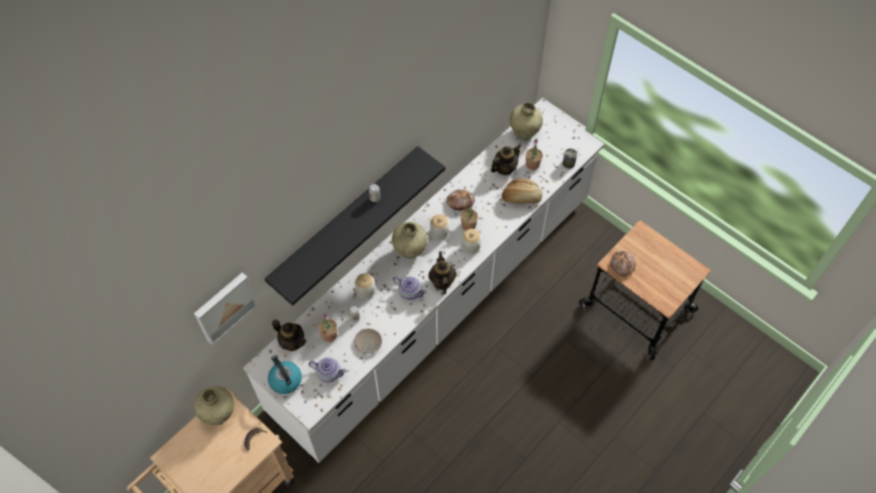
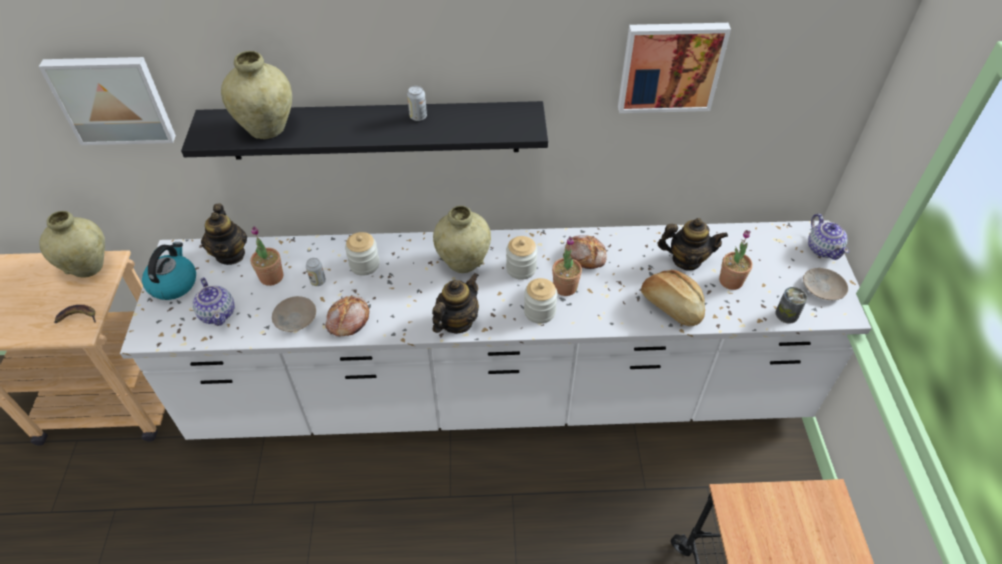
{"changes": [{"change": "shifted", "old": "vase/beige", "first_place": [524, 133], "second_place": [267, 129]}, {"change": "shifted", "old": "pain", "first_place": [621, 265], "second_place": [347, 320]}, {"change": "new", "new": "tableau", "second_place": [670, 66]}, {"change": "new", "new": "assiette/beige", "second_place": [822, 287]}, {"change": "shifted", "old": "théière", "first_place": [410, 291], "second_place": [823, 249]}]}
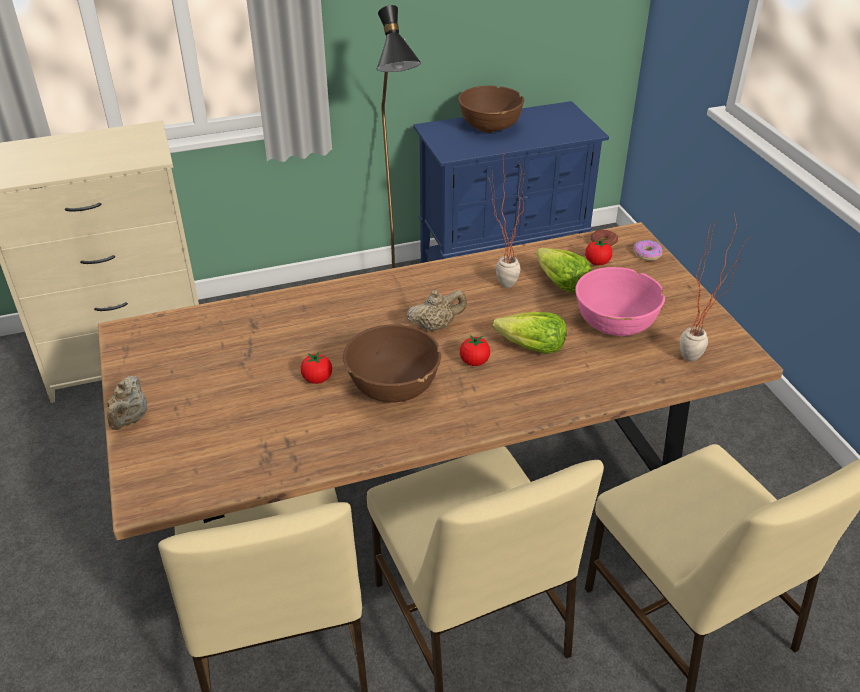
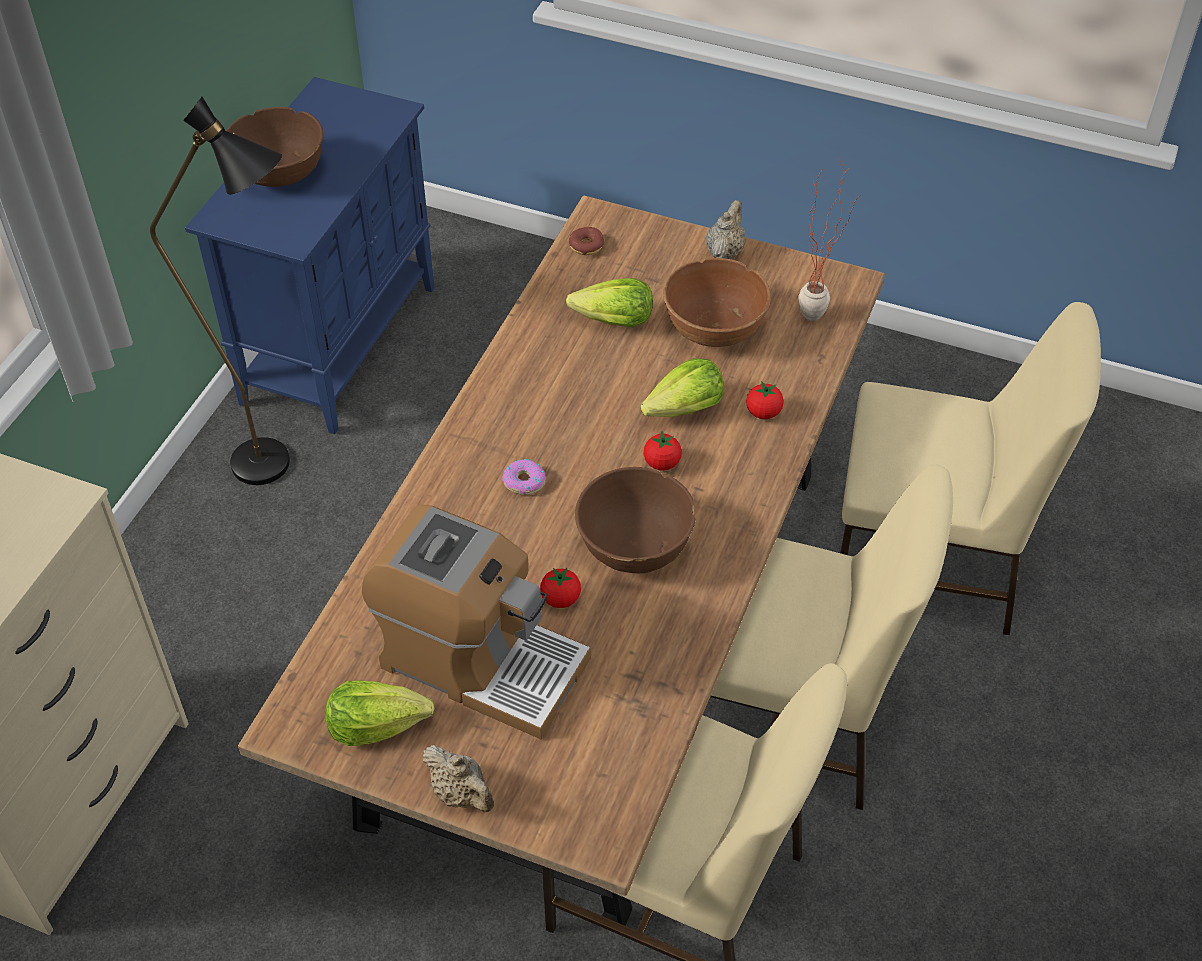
{"changes": [{"change": "new", "new": "laitue", "second_place": [377, 725]}, {"change": "new", "new": "machine à café", "second_place": [481, 661]}, {"change": "shifted", "old": "beignet", "first_place": [647, 254], "second_place": [524, 482]}, {"change": "repainted", "old": "bol/rose", "new": "bol/marron", "first_place": [614, 323], "second_place": [714, 328]}, {"change": "shifted", "old": "théière/beige", "first_place": [436, 326], "second_place": [725, 252]}, {"change": "shifted", "old": "tomate", "first_place": [597, 262], "second_place": [763, 412]}, {"change": "gone", "old": "plante en pot", "first_place": [499, 284]}]}
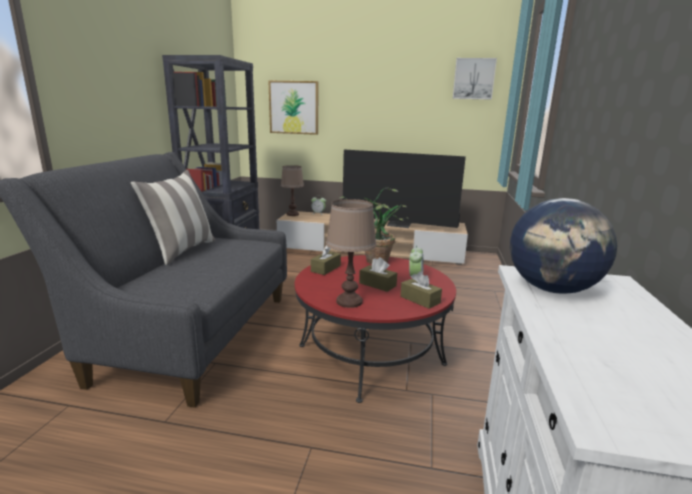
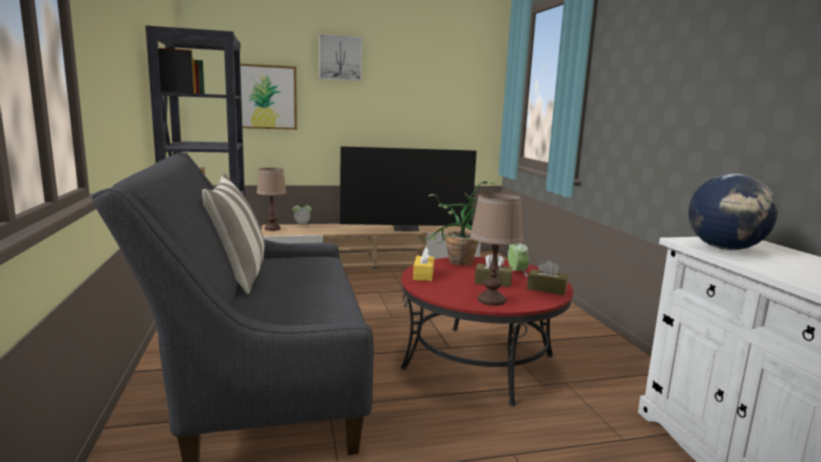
{"changes": [{"change": "shifted", "old": "tableau", "first_place": [473, 79], "second_place": [340, 58]}, {"change": "repainted", "old": "boîte à mouchoirs/marron", "new": "boîte à mouchoirs/jaune", "first_place": [325, 268], "second_place": [423, 275]}]}
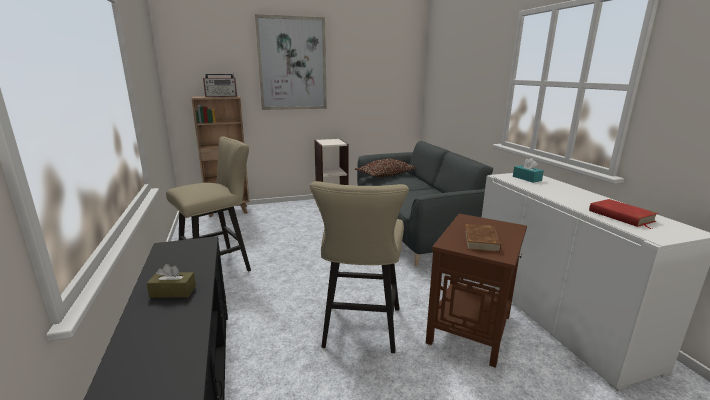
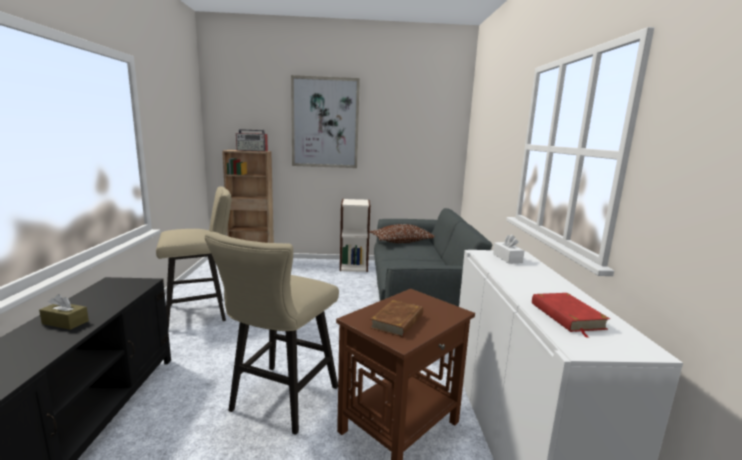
{"changes": [{"change": "repainted", "old": "boîte à mouchoirs/turquoise", "new": "boîte à mouchoirs/blanc", "first_place": [527, 178], "second_place": [507, 258]}]}
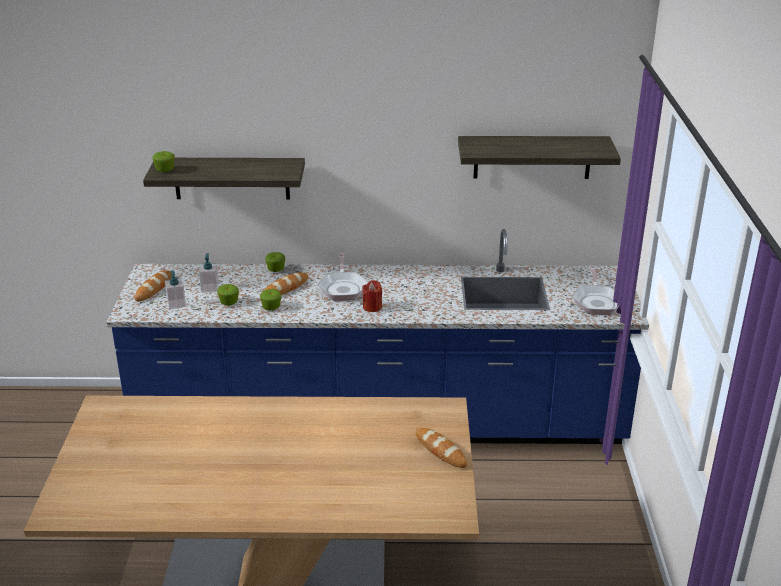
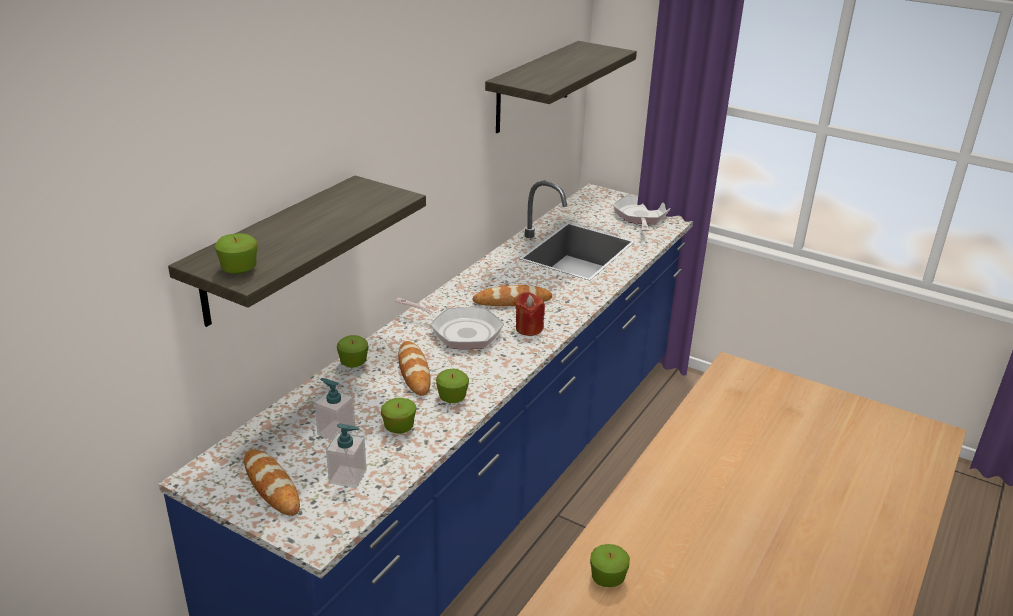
{"changes": [{"change": "shifted", "old": "pain", "first_place": [440, 450], "second_place": [512, 301]}, {"change": "new", "new": "pomme", "second_place": [607, 578]}, {"change": "rotated", "old": "poêle", "first_place": [596, 301], "second_place": [640, 217], "degrees": -120}]}
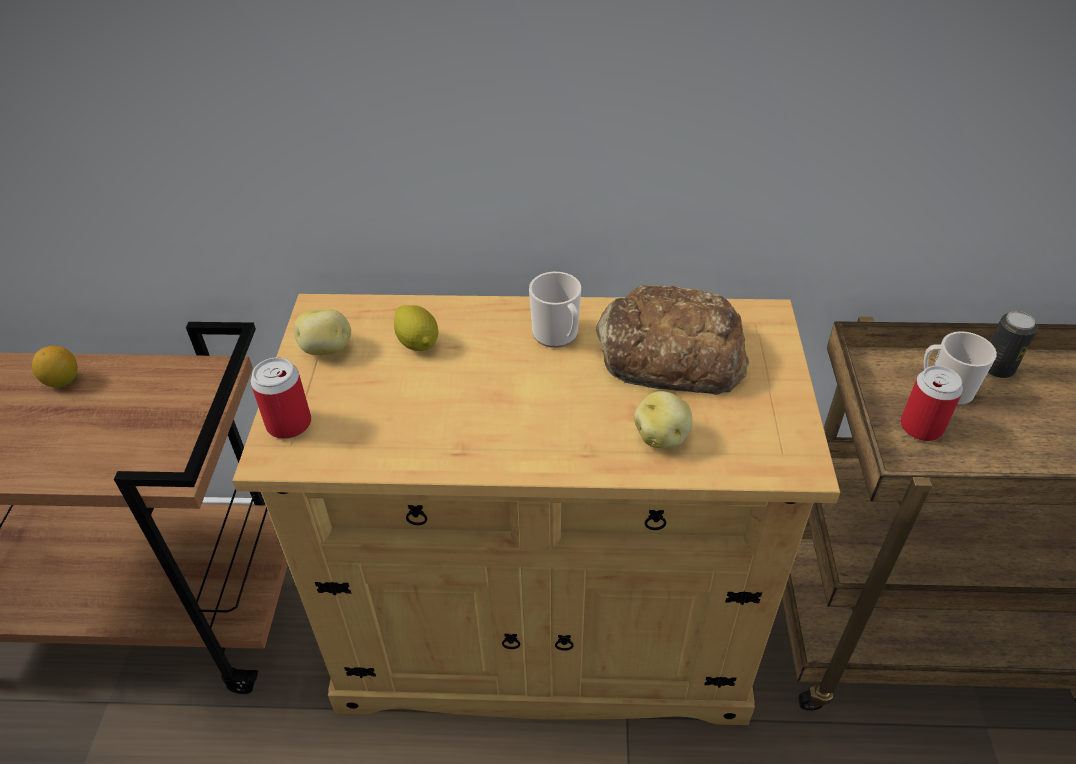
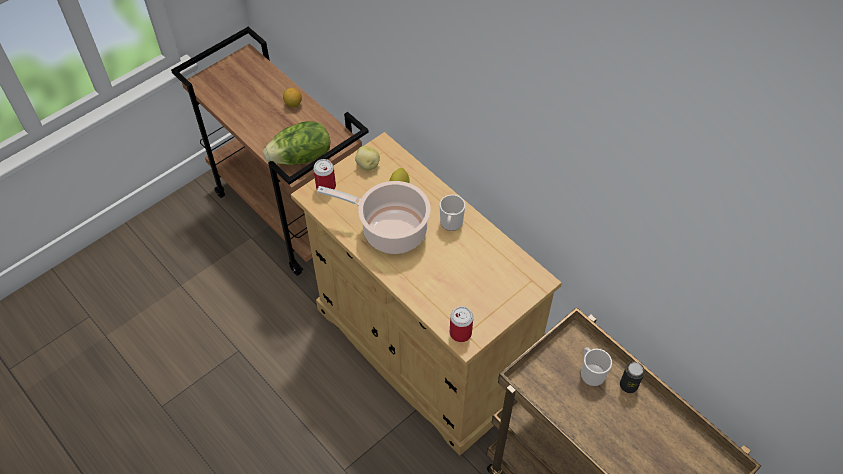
{"changes": [{"change": "new", "new": "laitue", "second_place": [301, 157]}, {"change": "new", "new": "marmite", "second_place": [390, 230]}, {"change": "shifted", "old": "boîte métallique", "first_place": [921, 427], "second_place": [460, 333]}, {"change": "gone", "old": "pain", "first_place": [669, 352]}, {"change": "gone", "old": "pomme de terre", "first_place": [662, 436]}]}
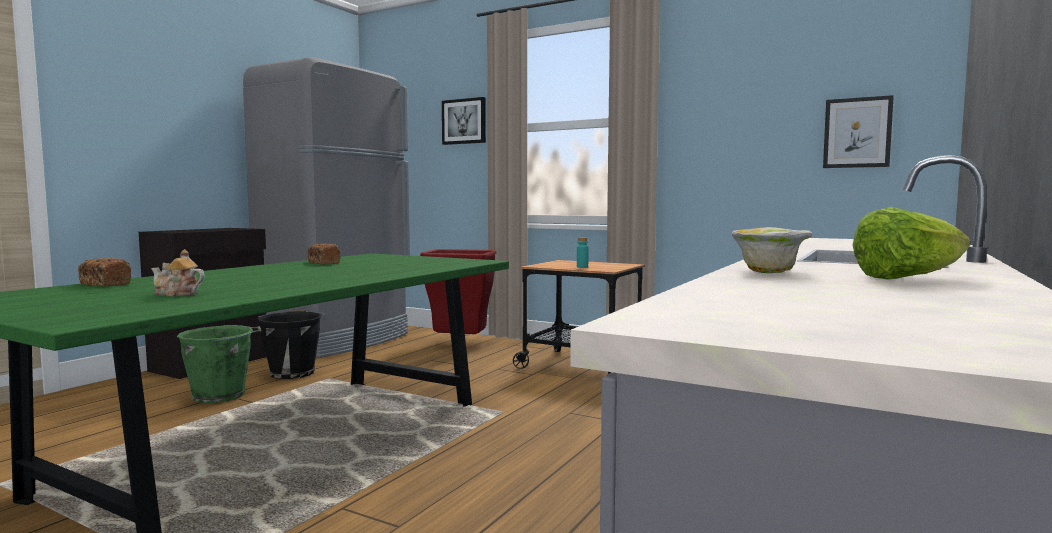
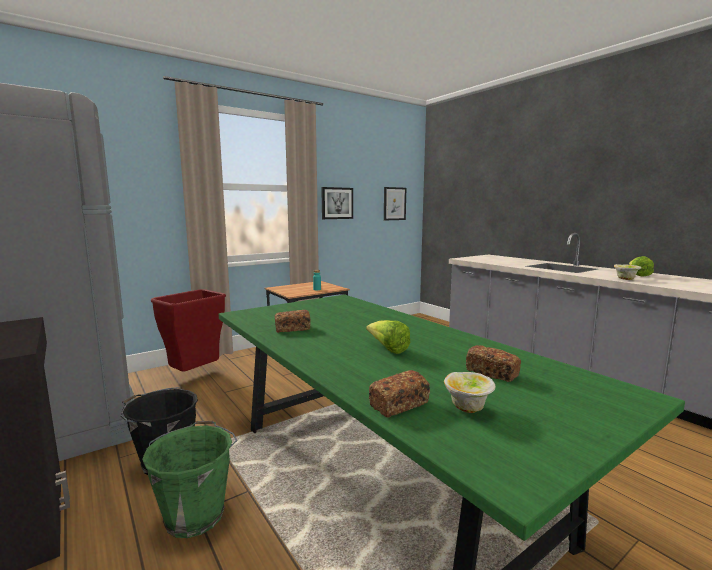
{"changes": [{"change": "shifted", "old": "tableau", "first_place": [464, 121], "second_place": [337, 203]}, {"change": "new", "new": "laitue", "second_place": [388, 349]}, {"change": "new", "new": "bol", "second_place": [469, 408]}, {"change": "swapped", "old": "théière", "new": "pain", "first_place": [177, 294], "second_place": [492, 373]}]}
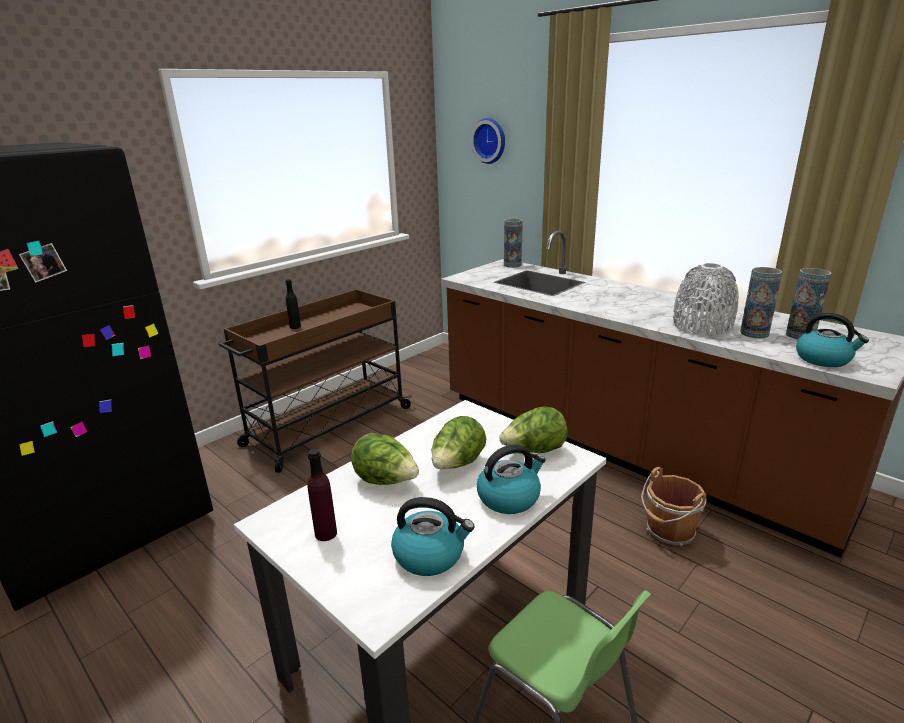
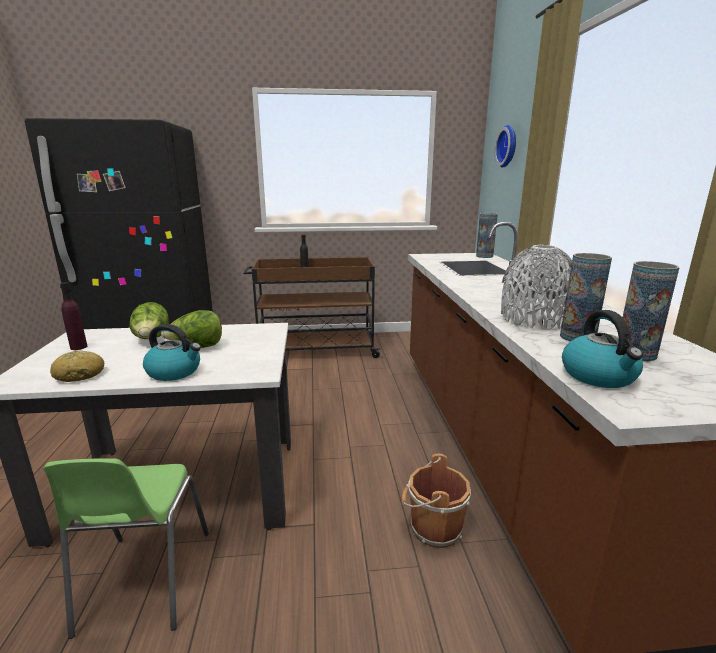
{"changes": [{"change": "swapped", "old": "bouilloire", "new": "pain", "first_place": [430, 555], "second_place": [80, 375]}, {"change": "gone", "old": "laitue", "first_place": [534, 451]}]}
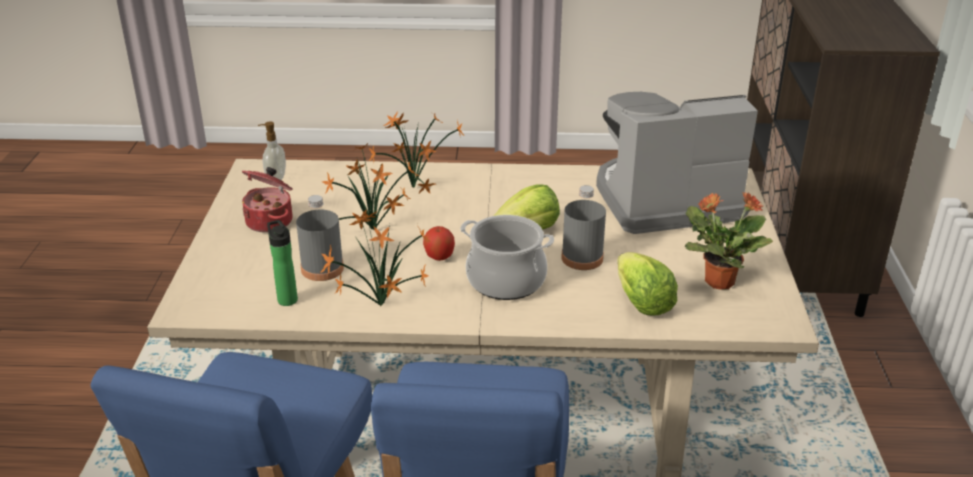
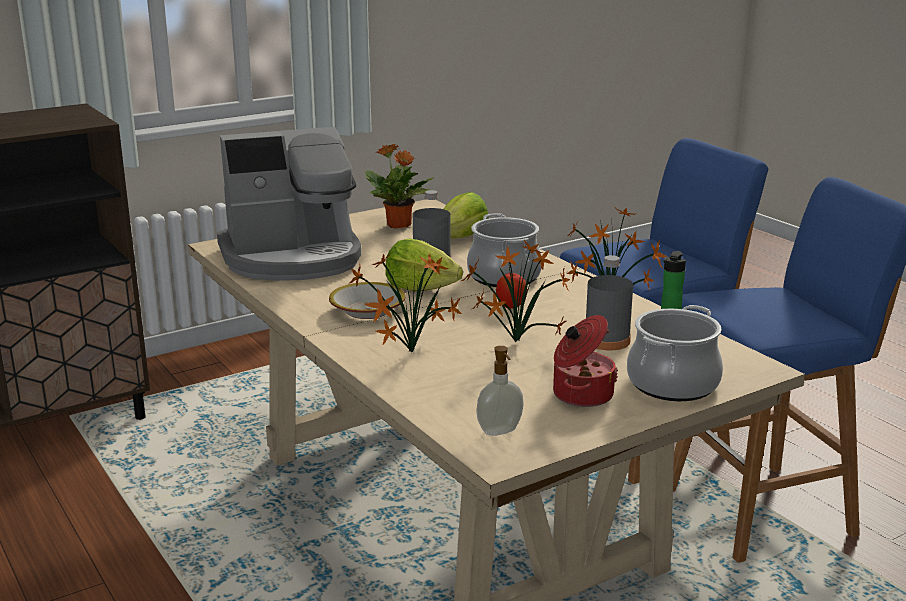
{"changes": [{"change": "rotated", "old": "machine à café", "first_place": [665, 200], "second_place": [293, 258], "degrees": -60}, {"change": "new", "new": "bol", "second_place": [368, 311]}, {"change": "new", "new": "marmite", "second_place": [673, 384]}]}
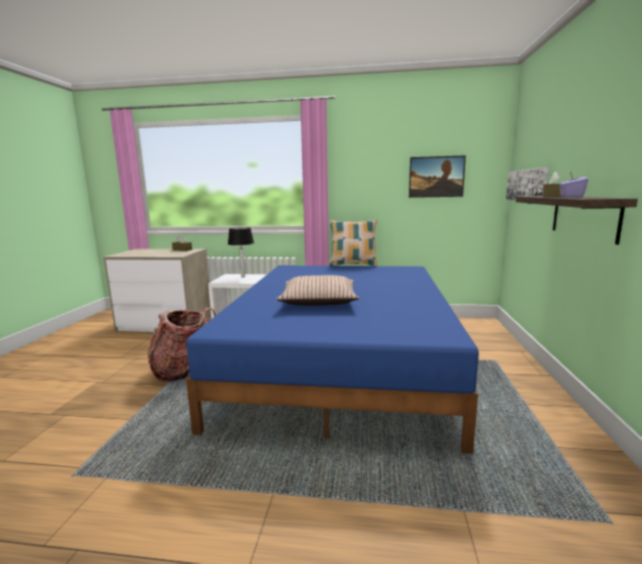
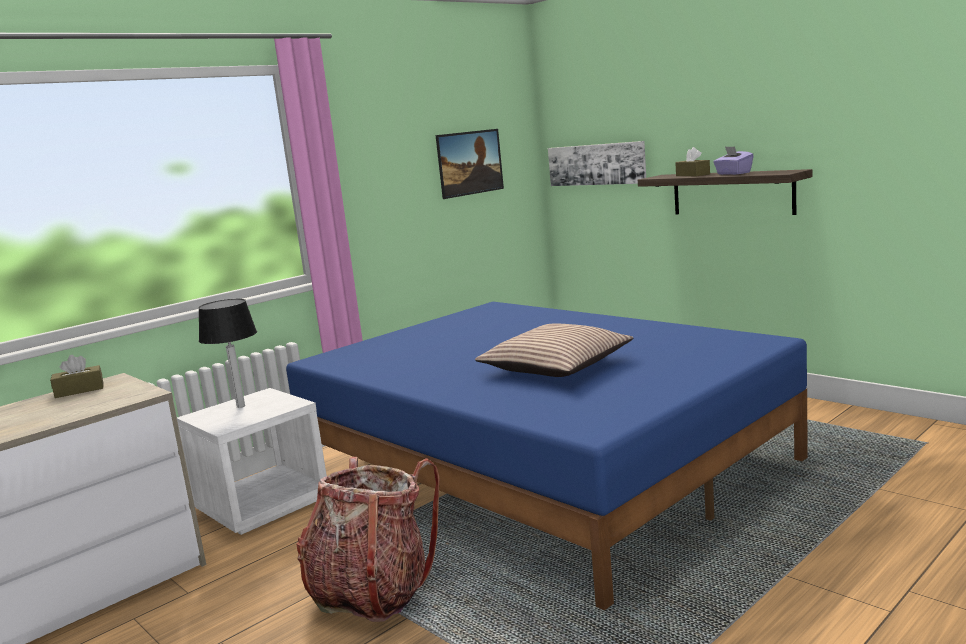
{"changes": [{"change": "gone", "old": "coussin", "first_place": [353, 265]}]}
